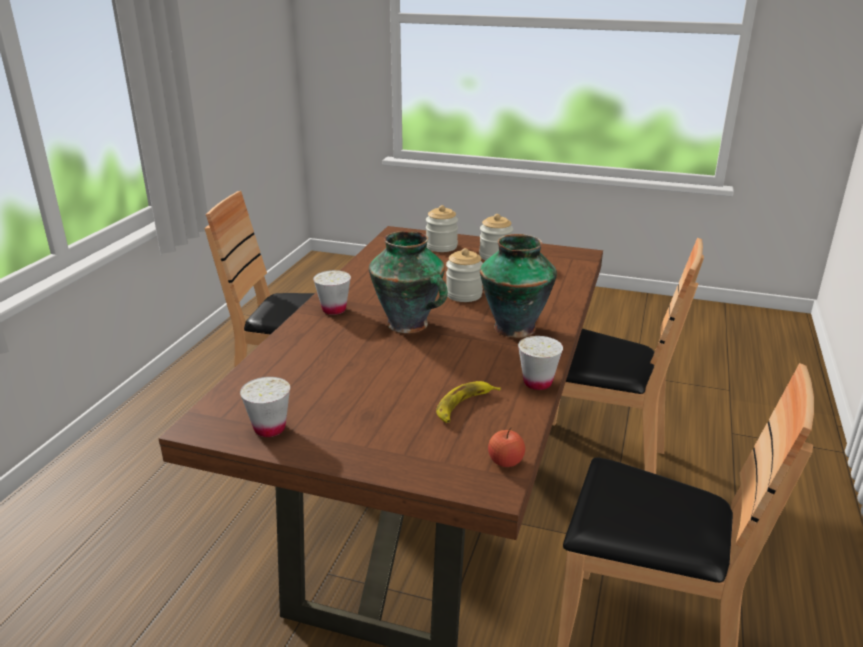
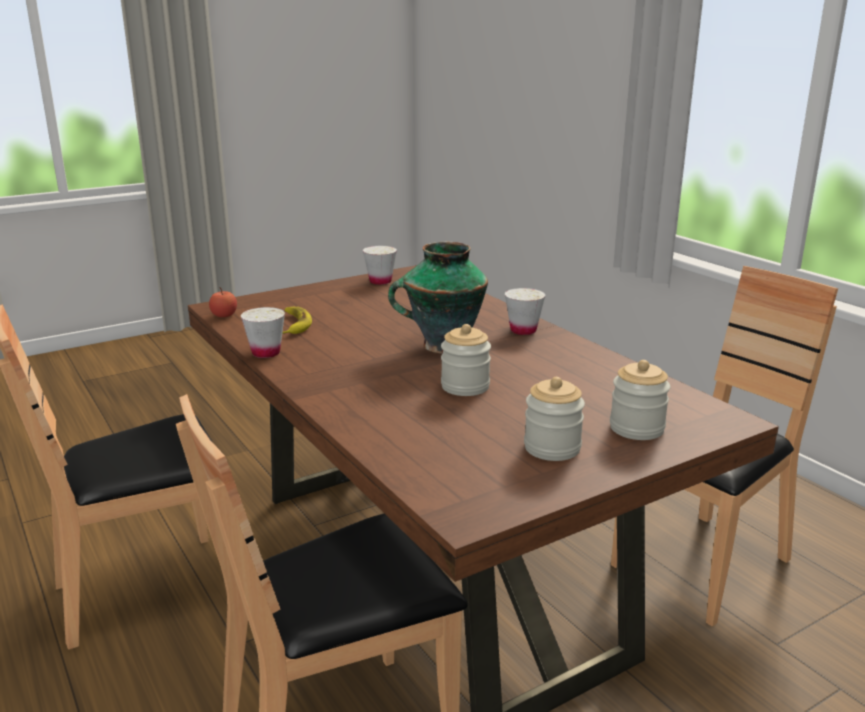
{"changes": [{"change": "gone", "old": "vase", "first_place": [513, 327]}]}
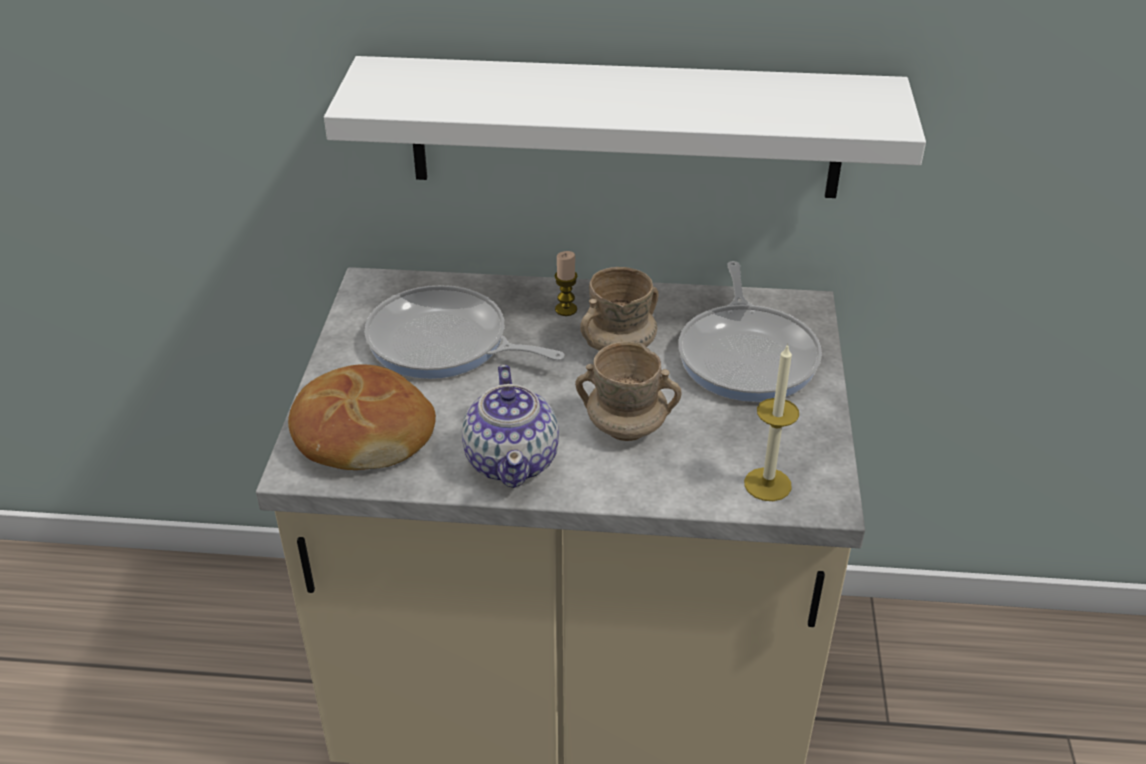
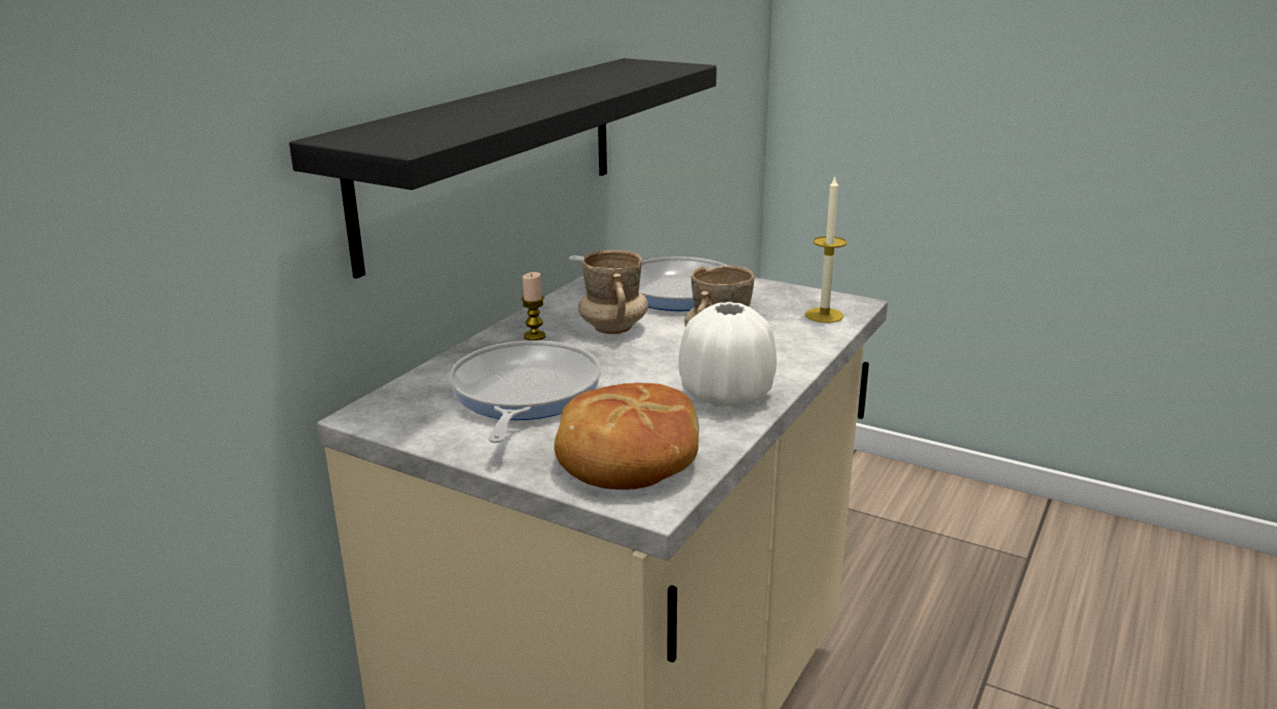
{"changes": [{"change": "repainted", "old": "étagère/blanc", "new": "étagère/noir", "first_place": [625, 128], "second_place": [494, 155]}, {"change": "rotated", "old": "poêle", "first_place": [444, 344], "second_place": [523, 394], "degrees": 135}, {"change": "swapped", "old": "théière", "new": "vase/blanc", "first_place": [512, 460], "second_place": [726, 395]}]}
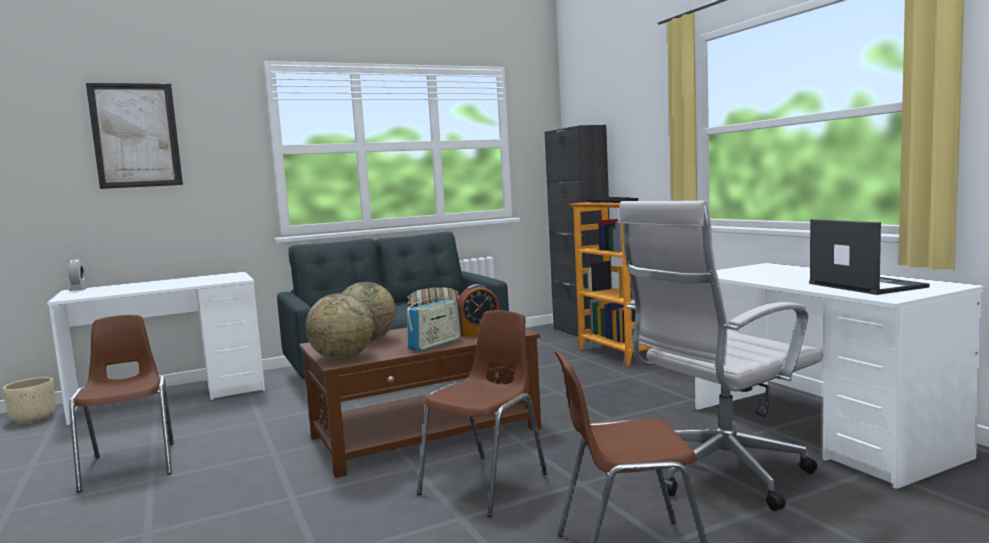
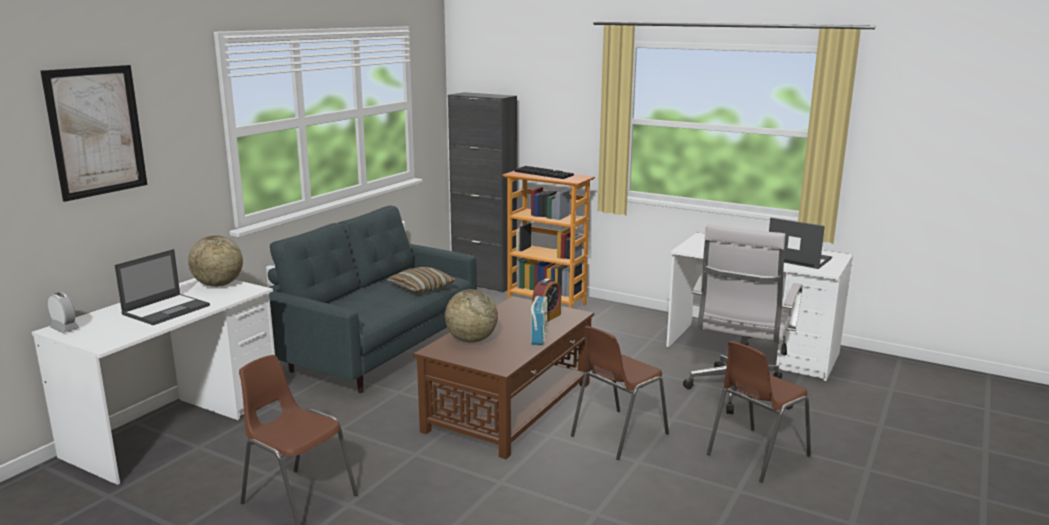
{"changes": [{"change": "new", "new": "ordinateur portable", "second_place": [167, 309]}, {"change": "shifted", "old": "globe", "first_place": [342, 358], "second_place": [218, 285]}, {"change": "rotated", "old": "chaise/marron", "first_place": [486, 484], "second_place": [617, 435], "degrees": -135}, {"change": "gone", "old": "cache-pot/beige", "first_place": [34, 418]}]}
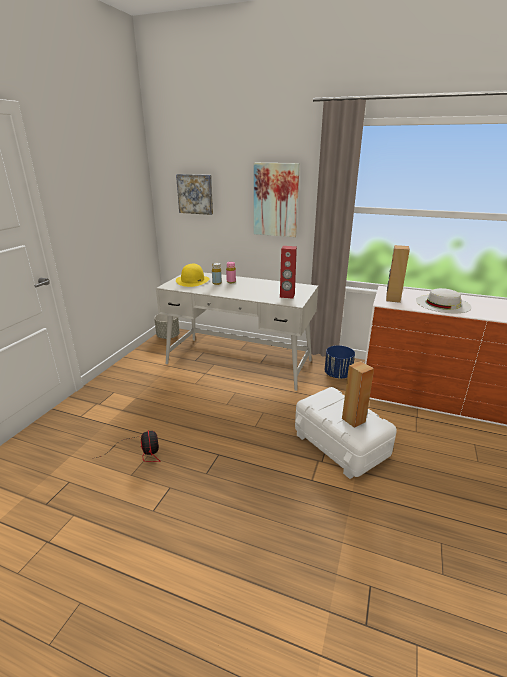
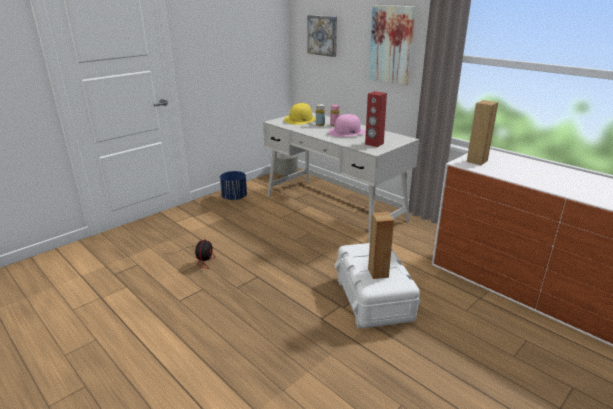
{"changes": [{"change": "shifted", "old": "cache-pot/bleu", "first_place": [338, 374], "second_place": [234, 198]}, {"change": "new", "new": "chapeau/rose", "second_place": [347, 132]}, {"change": "gone", "old": "chapeau/blanc", "first_place": [443, 304]}]}
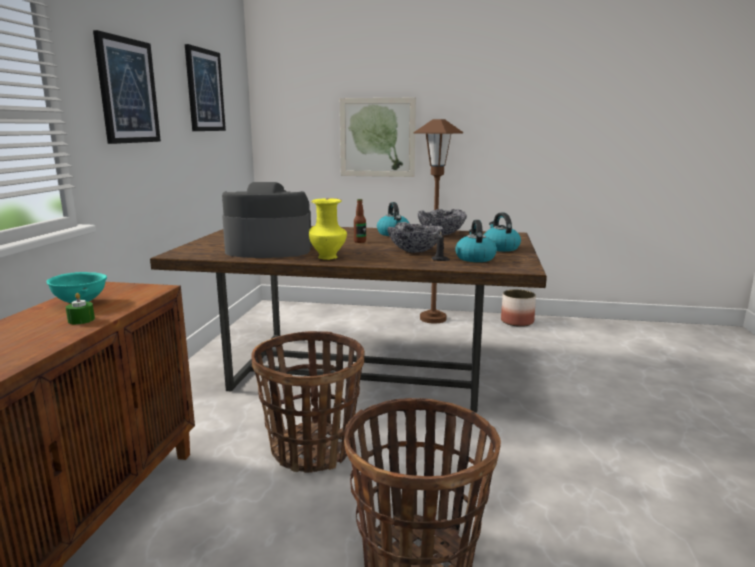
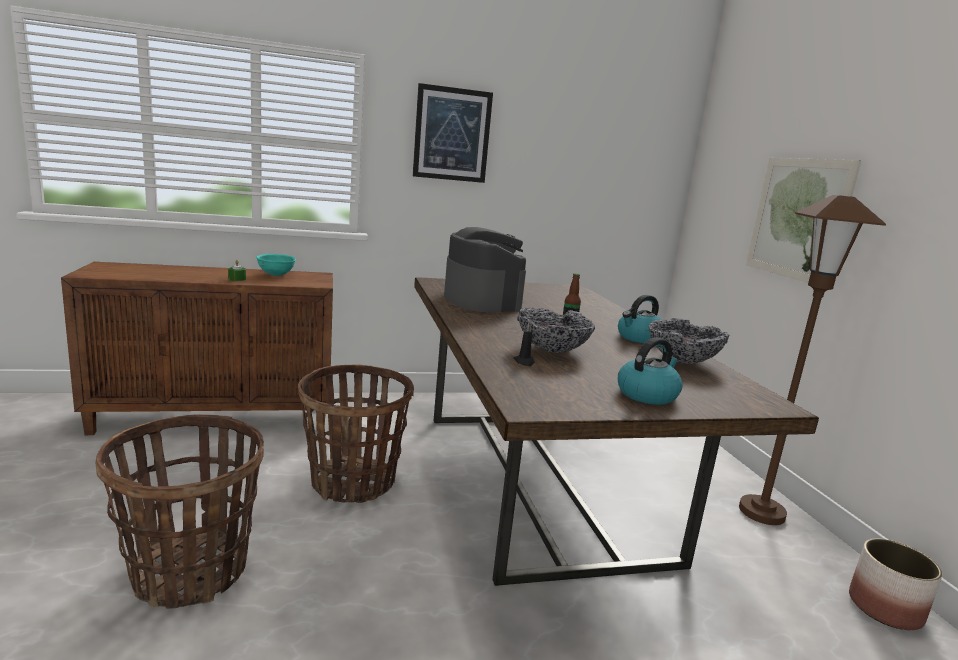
{"changes": [{"change": "gone", "old": "tableau", "first_place": [204, 90]}, {"change": "gone", "old": "vase/jaune", "first_place": [328, 257]}, {"change": "gone", "old": "bouilloire", "first_place": [475, 258]}]}
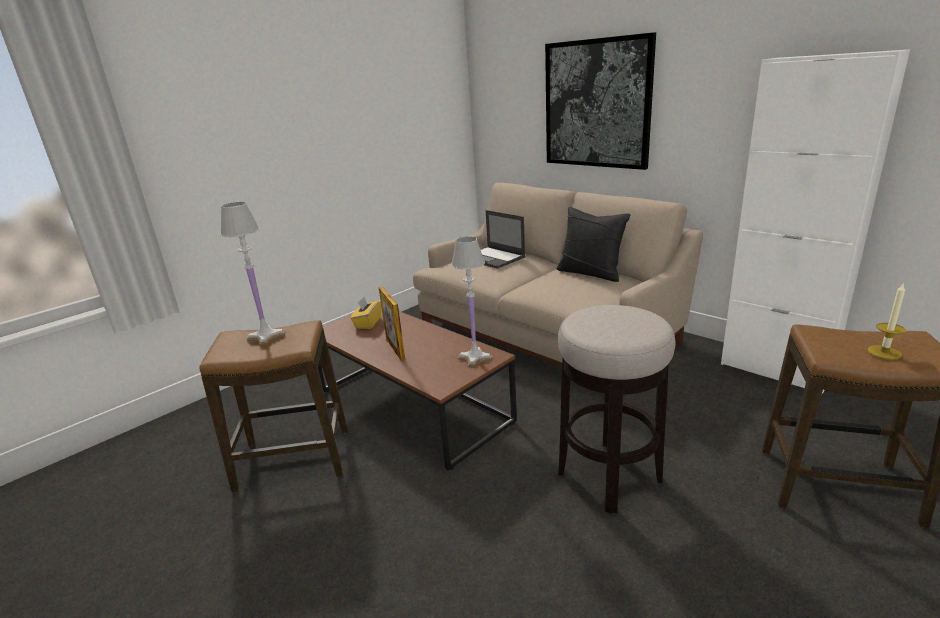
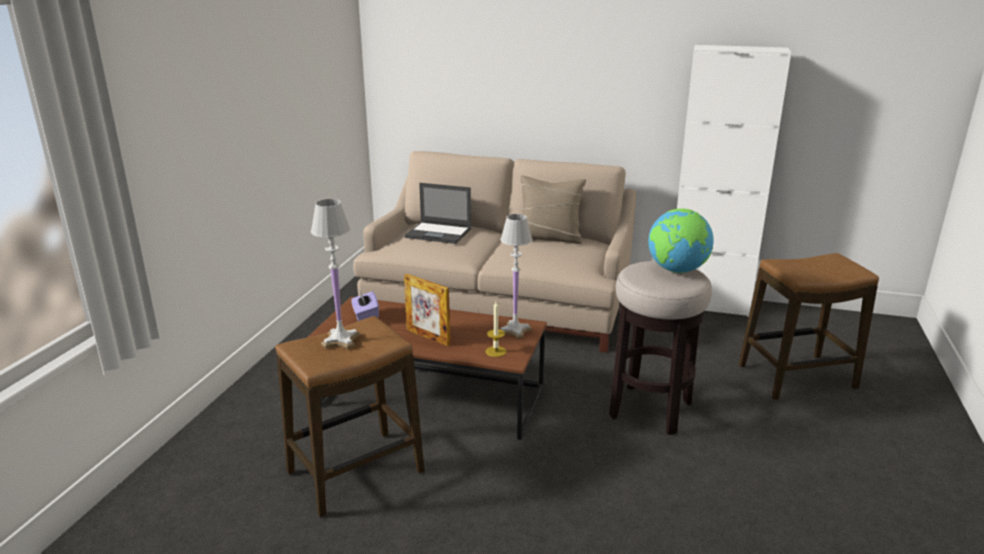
{"changes": [{"change": "repainted", "old": "boîte à mouchoirs/jaune", "new": "boîte à mouchoirs/violet", "first_place": [368, 323], "second_place": [365, 318]}, {"change": "shifted", "old": "bougie", "first_place": [884, 352], "second_place": [495, 351]}, {"change": "repainted", "old": "coussin/noir", "new": "coussin/beige", "first_place": [590, 273], "second_place": [549, 238]}, {"change": "new", "new": "globe", "second_place": [677, 270]}, {"change": "gone", "old": "tableau", "first_place": [597, 104]}]}
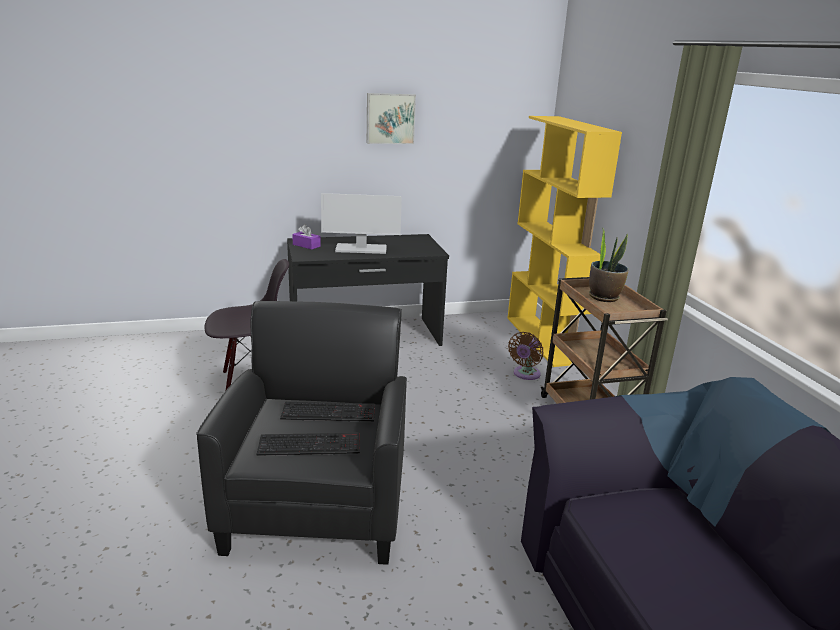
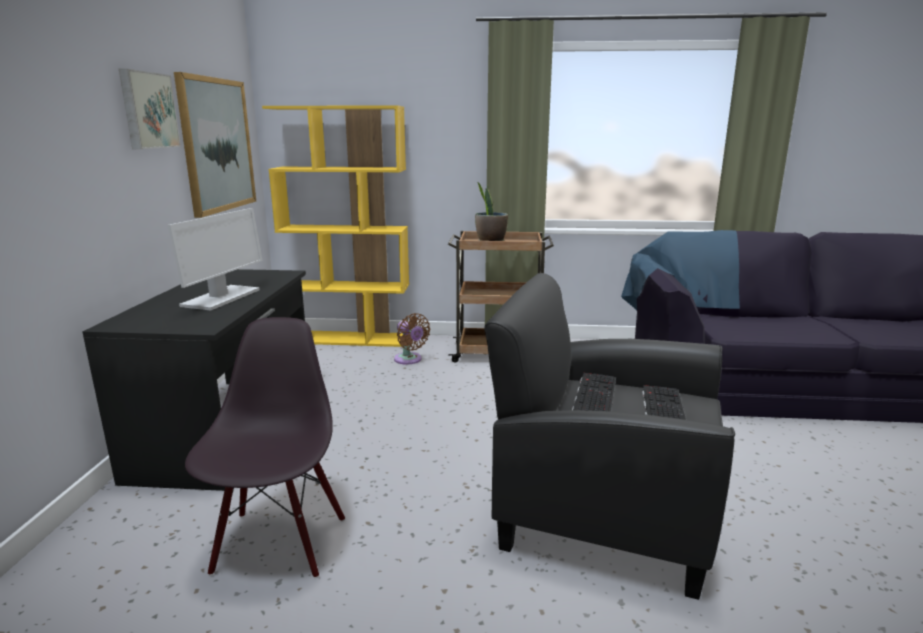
{"changes": [{"change": "new", "new": "tableau", "second_place": [217, 145]}, {"change": "gone", "old": "boîte à mouchoirs/violet", "first_place": [306, 245]}]}
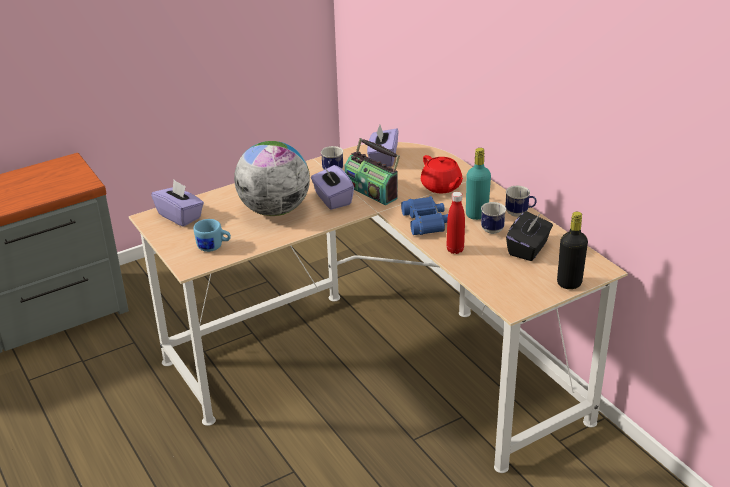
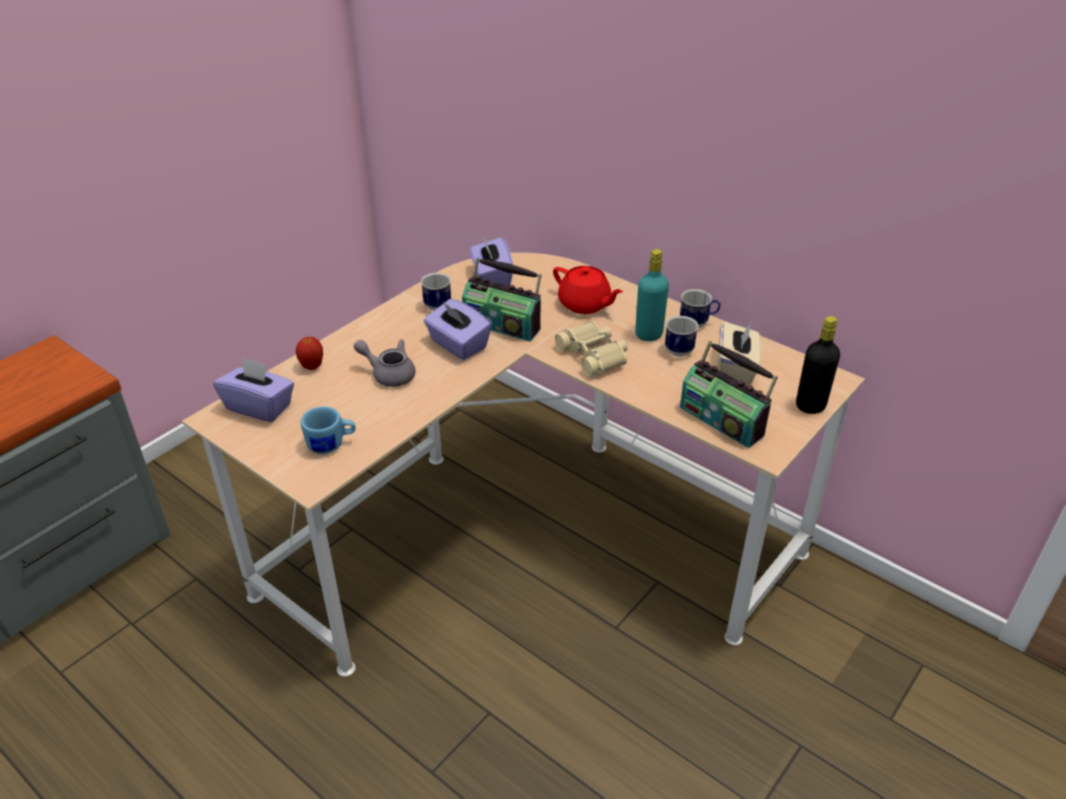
{"changes": [{"change": "new", "new": "pomme", "second_place": [312, 367]}, {"change": "swapped", "old": "globe", "new": "théière/gris", "first_place": [274, 210], "second_place": [389, 374]}, {"change": "repainted", "old": "jumelles/bleu", "new": "jumelles/beige", "first_place": [426, 222], "second_place": [593, 355]}, {"change": "new", "new": "radio", "second_place": [722, 420]}, {"change": "repainted", "old": "boîte à mouchoirs/noir", "new": "boîte à mouchoirs/beige", "first_place": [528, 249], "second_place": [736, 368]}, {"change": "gone", "old": "bouteille/rouge", "first_place": [455, 250]}]}
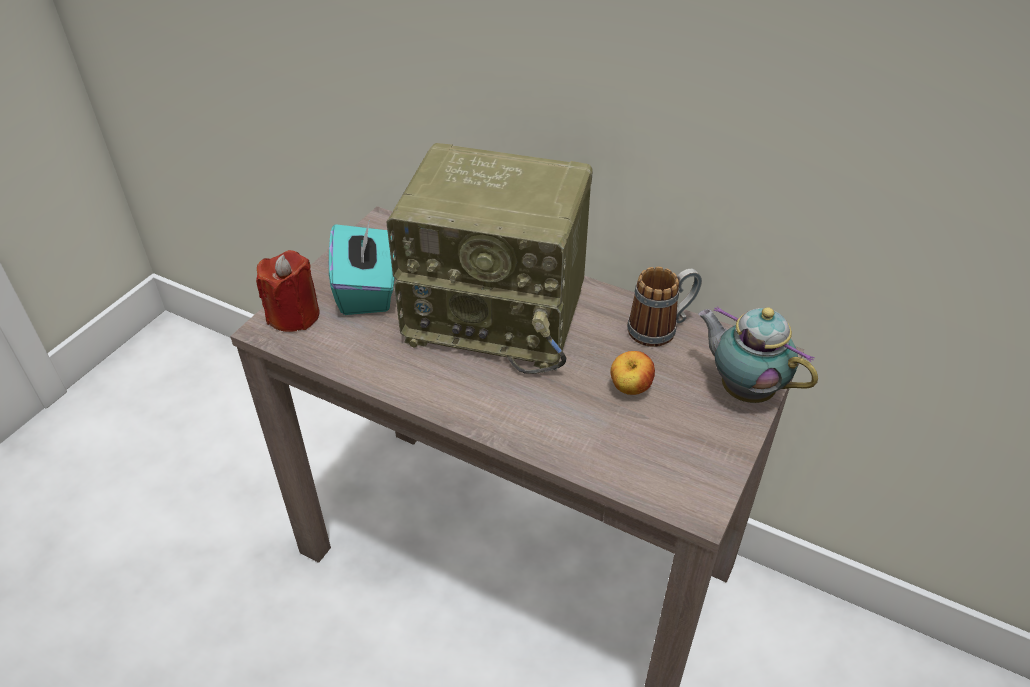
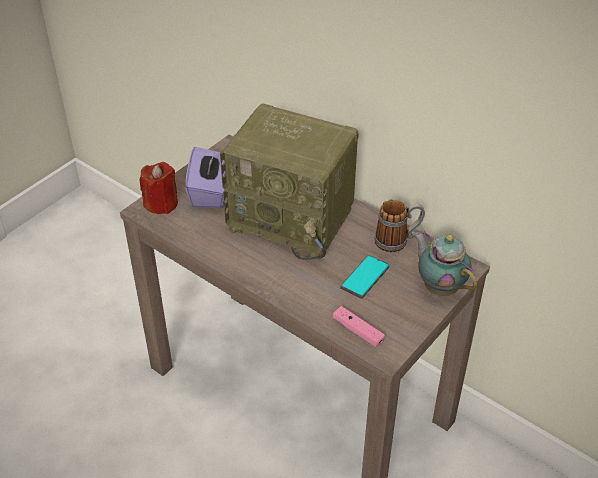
{"changes": [{"change": "repainted", "old": "boîte à mouchoirs/turquoise", "new": "boîte à mouchoirs/violet", "first_place": [367, 290], "second_place": [210, 192]}, {"change": "new", "new": "manette/rose", "second_place": [358, 331]}, {"change": "swapped", "old": "pomme", "new": "téléphone", "first_place": [630, 389], "second_place": [365, 277]}]}
